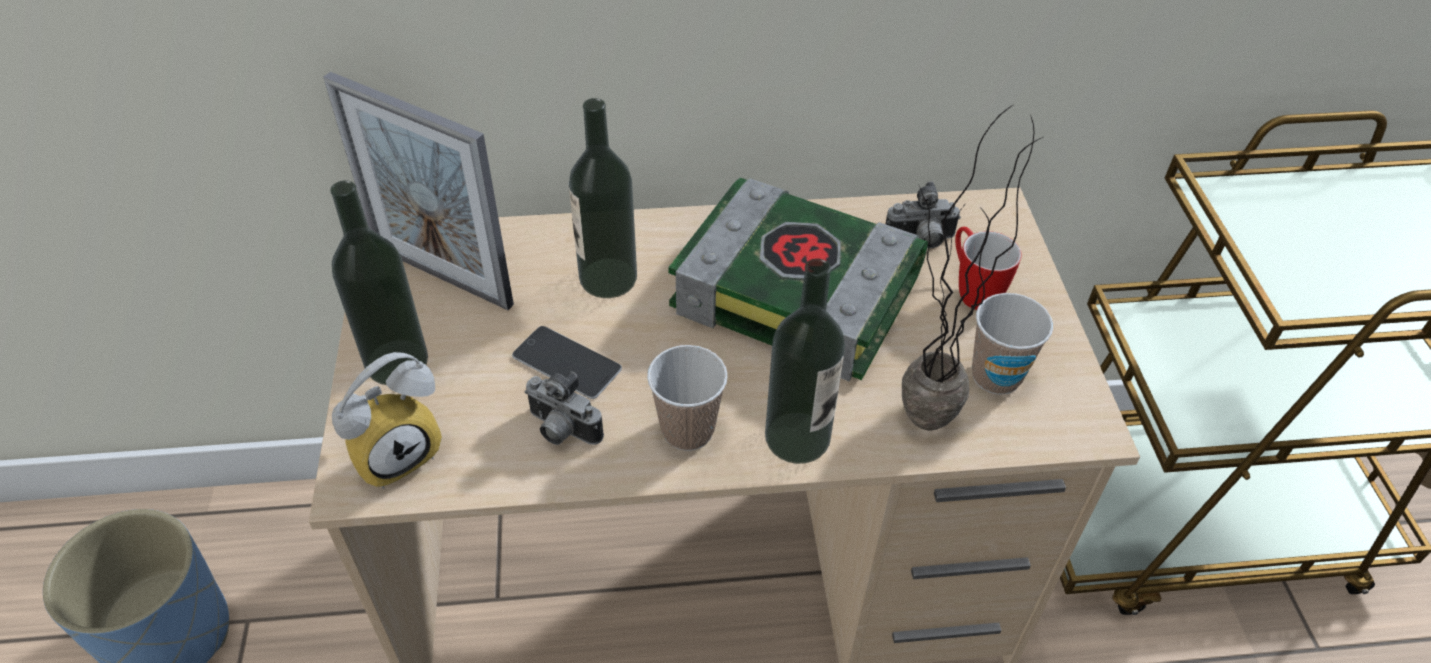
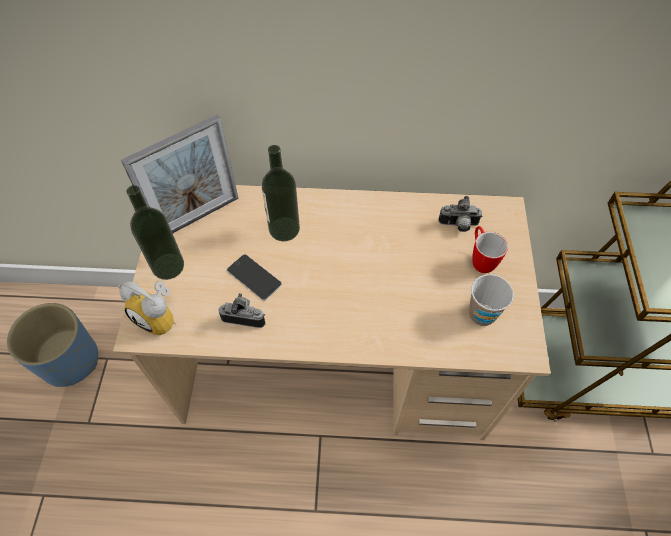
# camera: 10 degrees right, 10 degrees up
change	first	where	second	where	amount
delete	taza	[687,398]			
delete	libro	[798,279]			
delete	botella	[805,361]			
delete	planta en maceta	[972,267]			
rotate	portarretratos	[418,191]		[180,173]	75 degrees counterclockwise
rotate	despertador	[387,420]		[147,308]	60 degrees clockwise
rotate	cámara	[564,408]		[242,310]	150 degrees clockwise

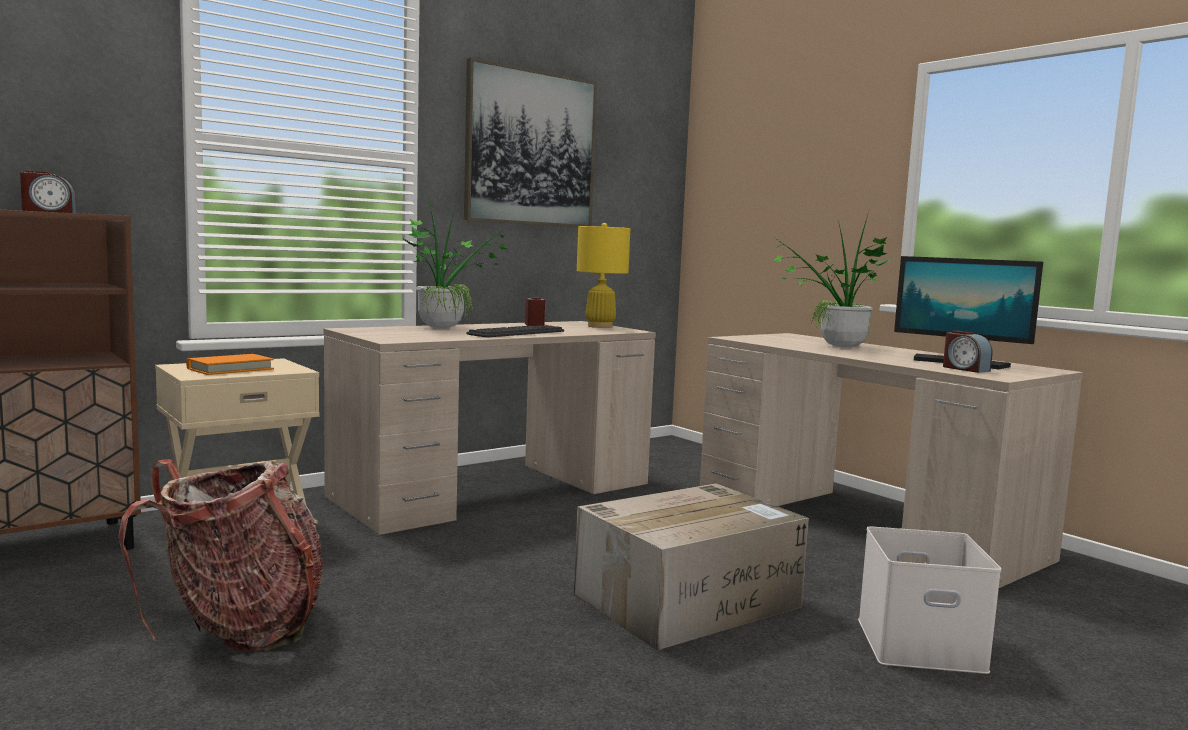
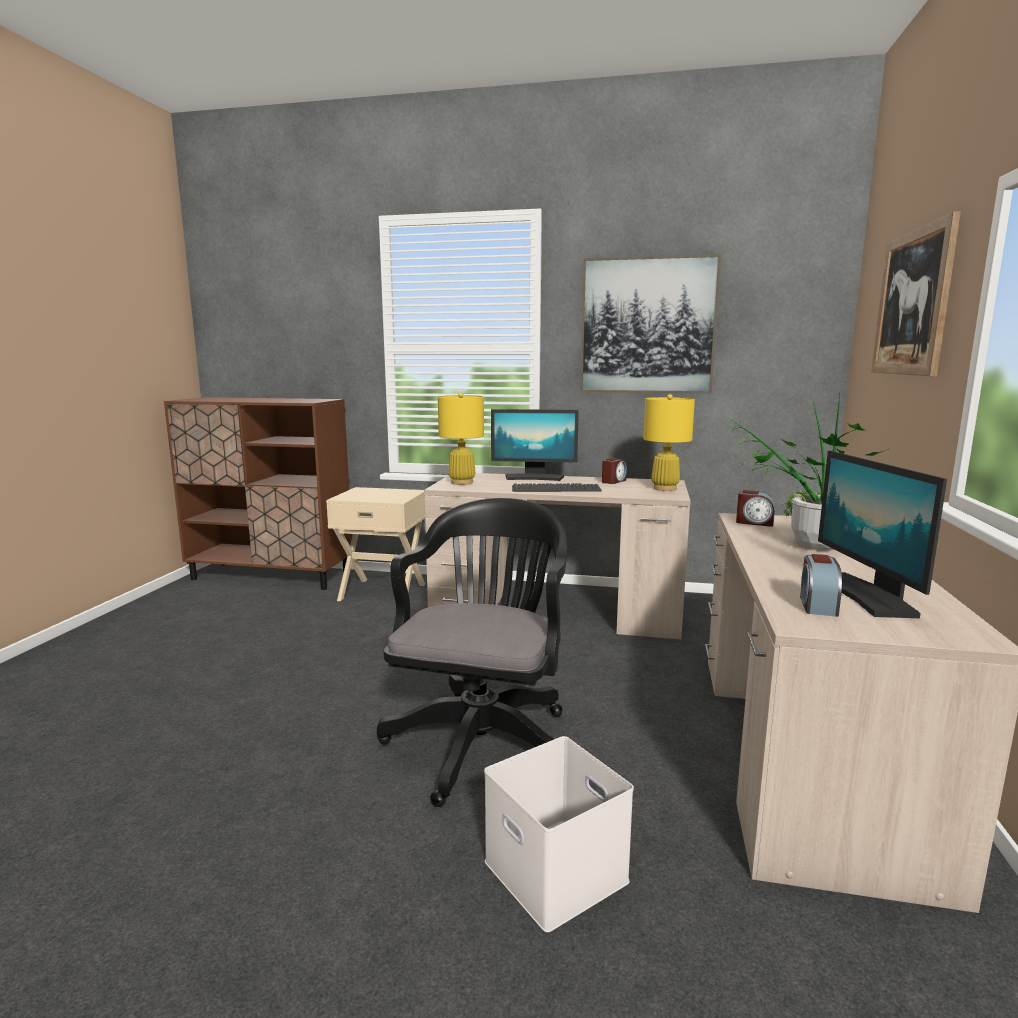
# camera: 50 degrees right, 5 degrees up
change	first	where	second	where	amount
delete	mochila	[220,555]			
delete	libro/naranja	[230,364]			
insert			lámpara de mesa/amarillo	[461,439]	
insert			cuadro	[916,293]	
move	despertador	[47,191]		[755,508]	
replace	planta en maceta	[455,262]	monitor	[535,445]	
replace	caja de cartón	[691,567]	silla de oficina/negro	[472,652]	

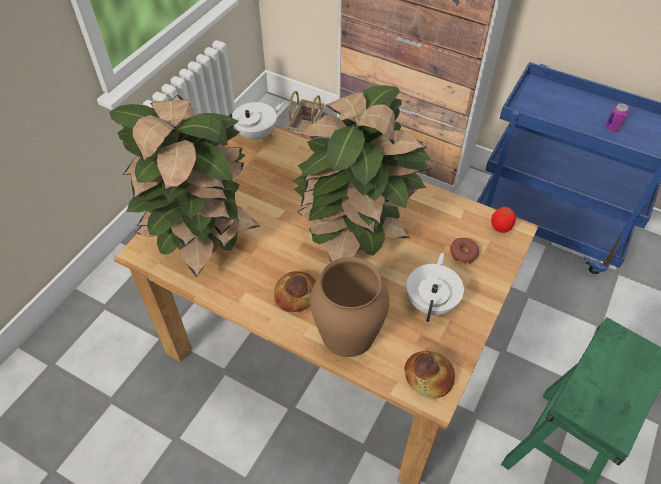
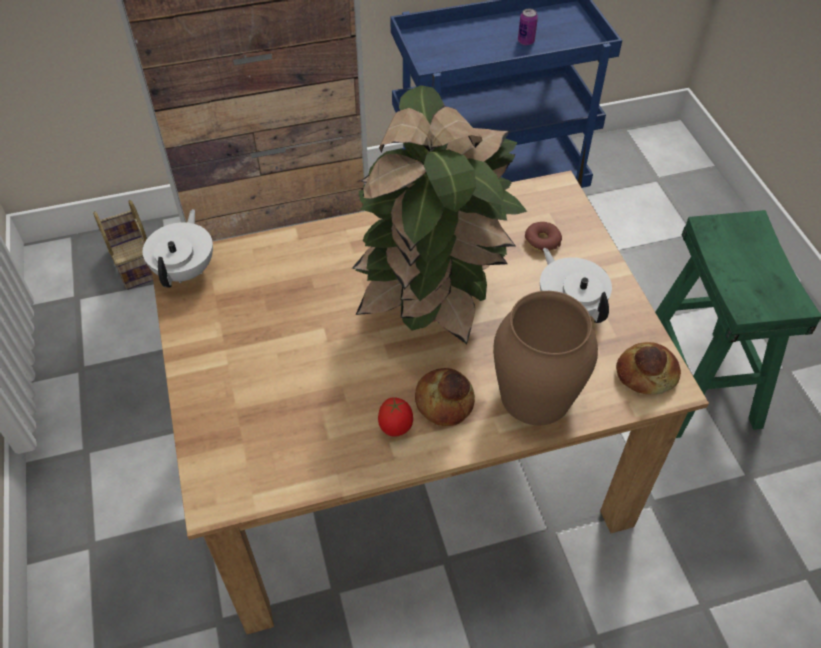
# camera: 45 degrees left, 0 degrees up
change	first	where	second	where	amount
delete	planta en maceta	[185,186]			
move	tomate	[503,220]		[395,417]	

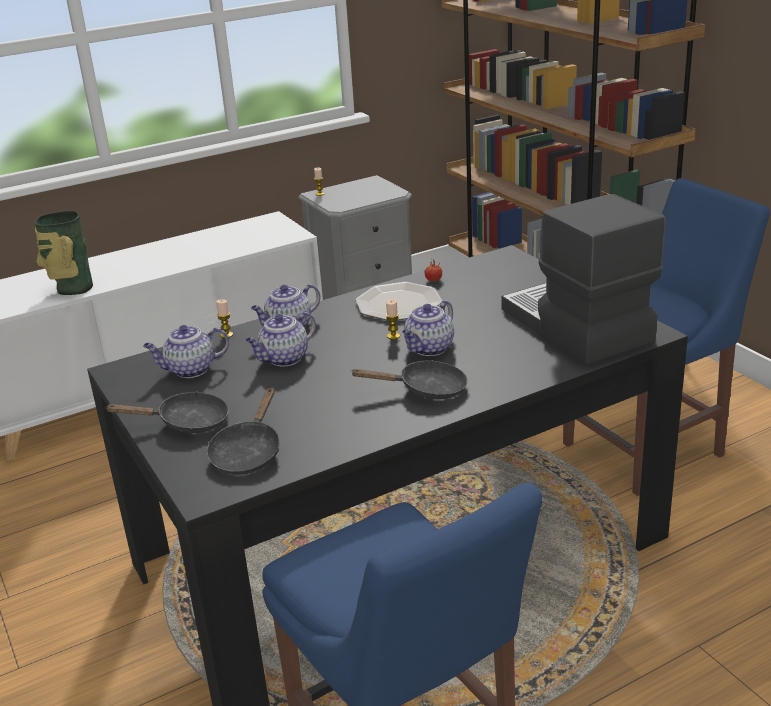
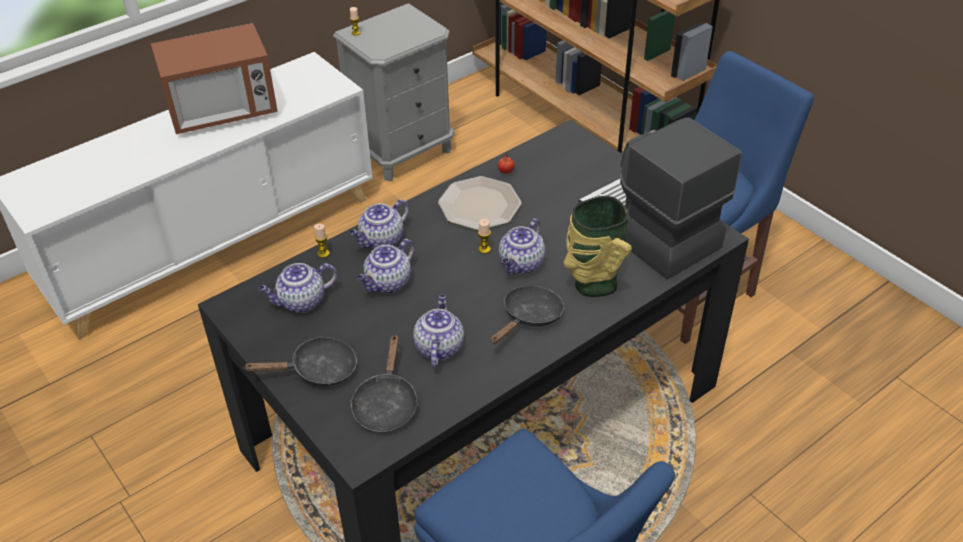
# camera: 10 degrees left, 15 degrees up
change	first	where	second	where	amount
insert			microondas	[214,78]	
insert			tetera	[438,330]	
move	florero	[64,252]		[598,246]	
rotate	sartén/negro	[409,379]		[527,314]	45 degrees counterclockwise

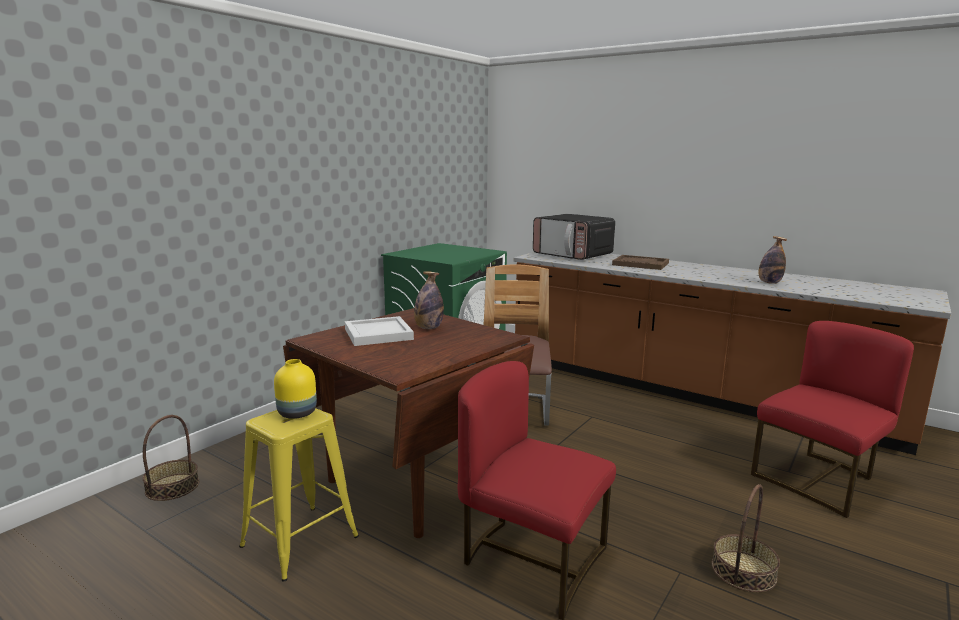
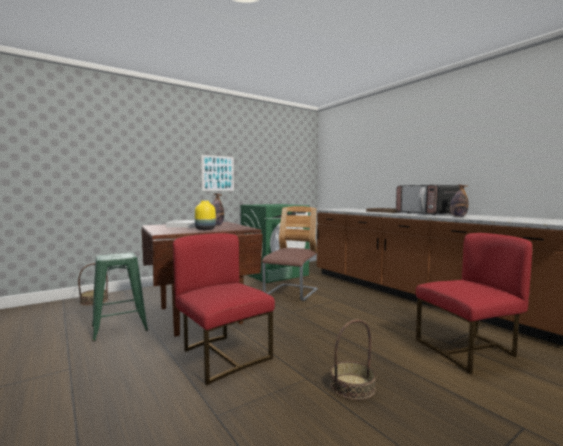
# camera: 20 degrees right, 10 degrees down
change	first	where	second	where	amount
insert			cuadro	[217,173]	
move	florero/amarillo	[295,389]		[205,215]	
move	microondas	[574,237]		[427,200]	
recolor	taburete/amarillo	[299,495]	taburete/verde	[120,297]	

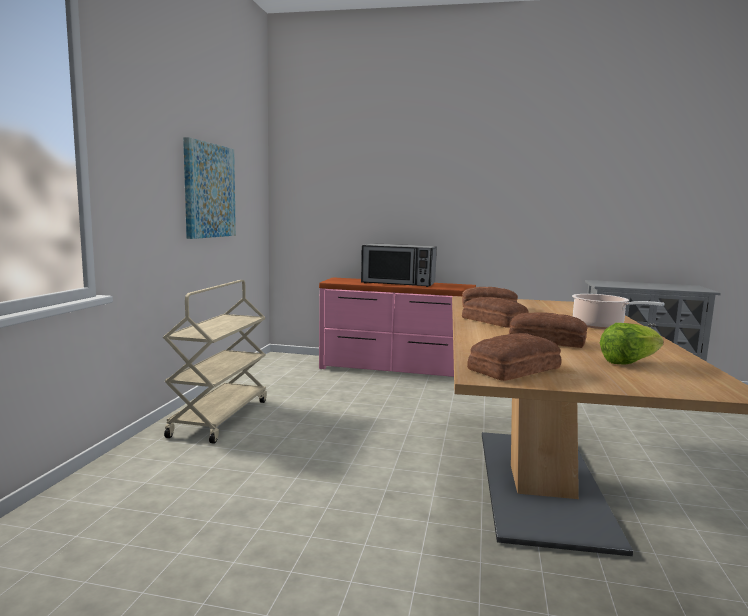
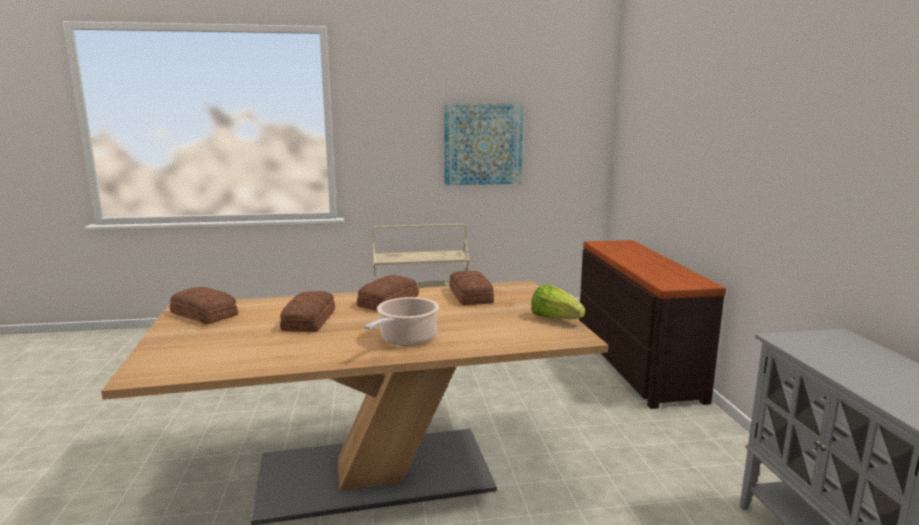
# camera: 70 degrees right, 5 degrees up
change	first	where	second	where	amount
delete	microondas	[399,265]			
move	lechuga	[632,344]		[558,302]	
recolor	cómoda/rosa	[397,327]	cómoda/marrón	[652,324]	

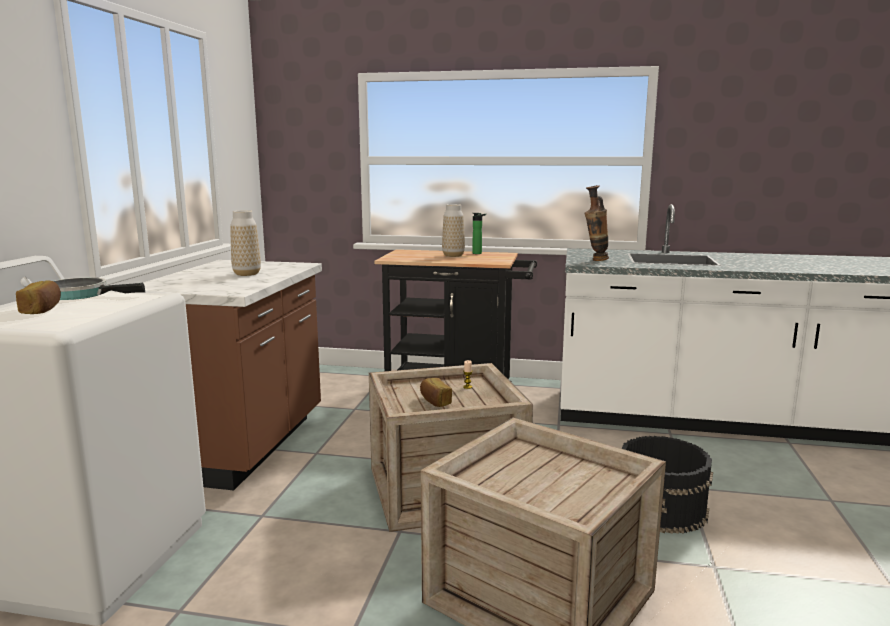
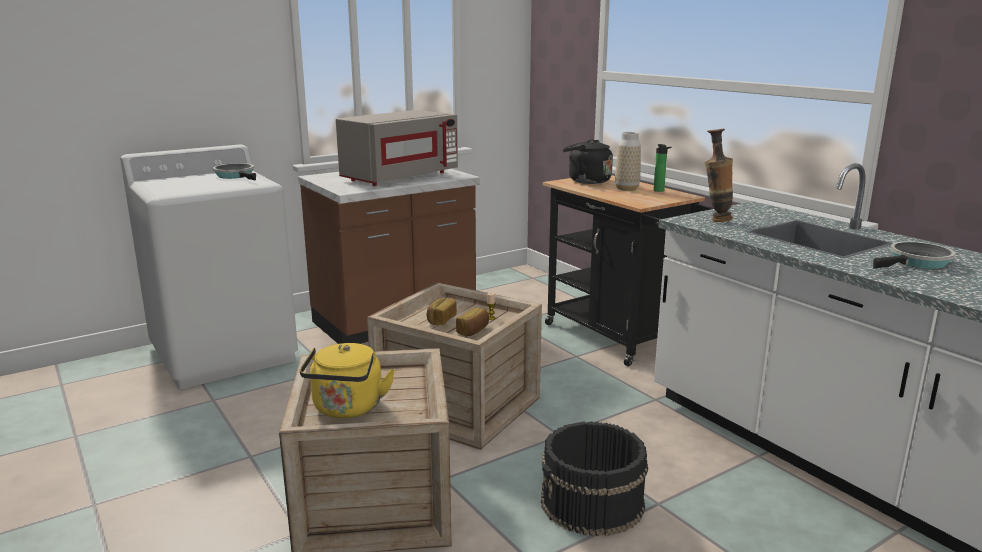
# camera: 45 degrees right, 5 degrees up
change	first	where	second	where	amount
insert			hervidor/amarillo	[347,380]	
insert			hervidor/negro	[587,161]	
insert			sartén	[914,255]	
move	pan	[38,297]		[472,321]	
replace	florero	[245,243]	microondas/gris	[397,148]	

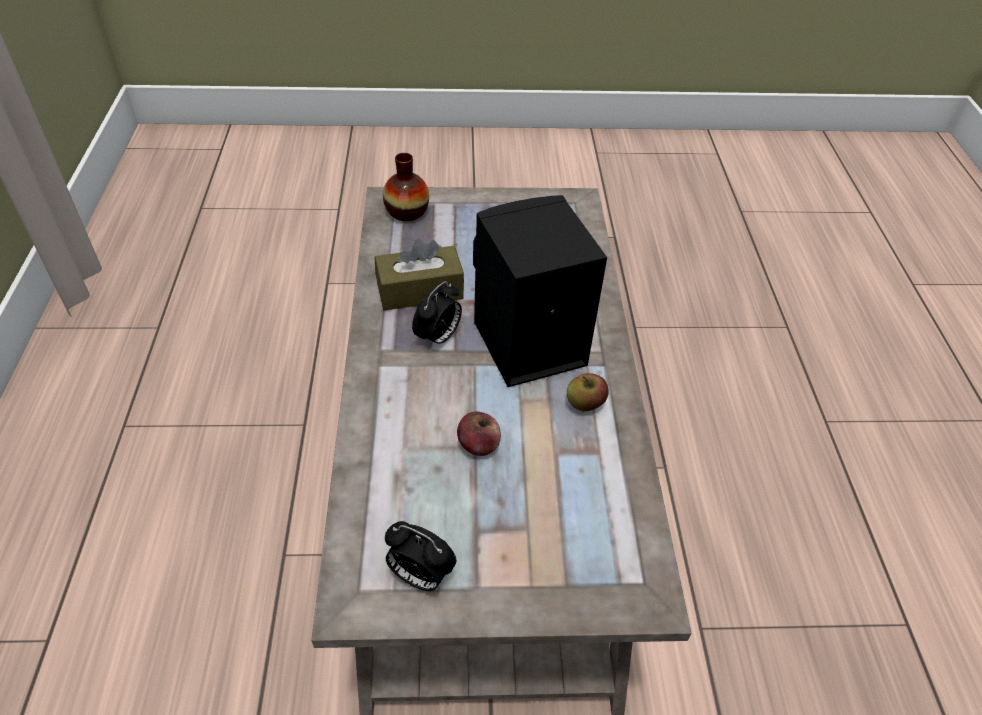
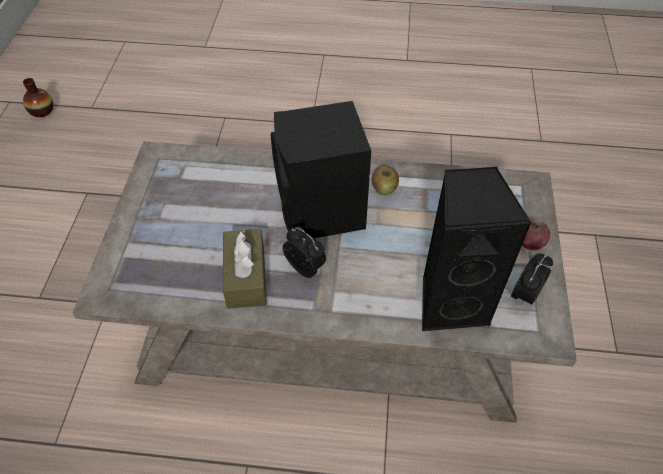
# camera: 80 degrees left, 5 degrees up
change	first	where	second	where	amount
insert			altavoz/negro	[477,249]	
move	florero	[406,187]		[38,97]	
move	manzana	[479,434]		[536,235]	

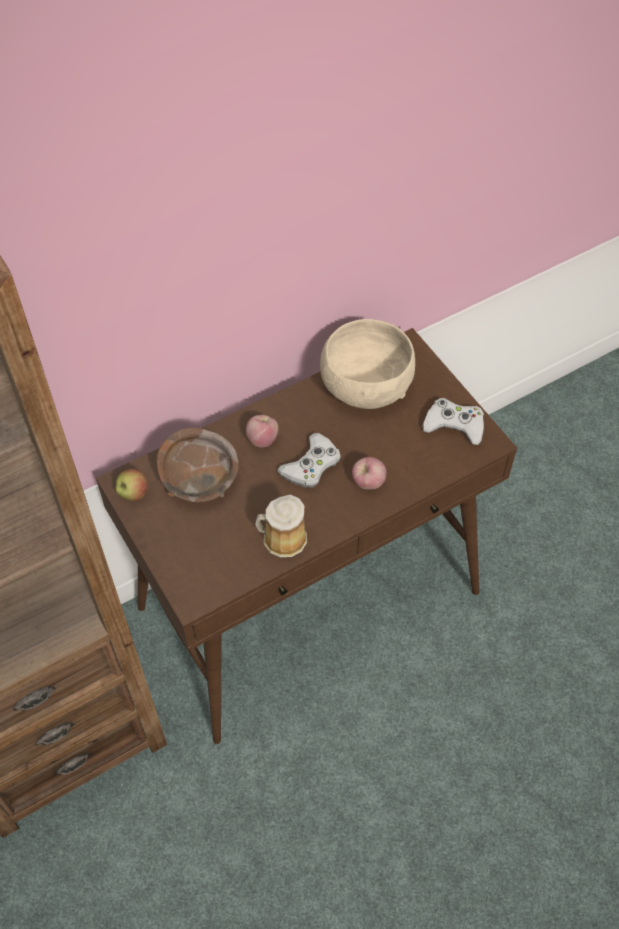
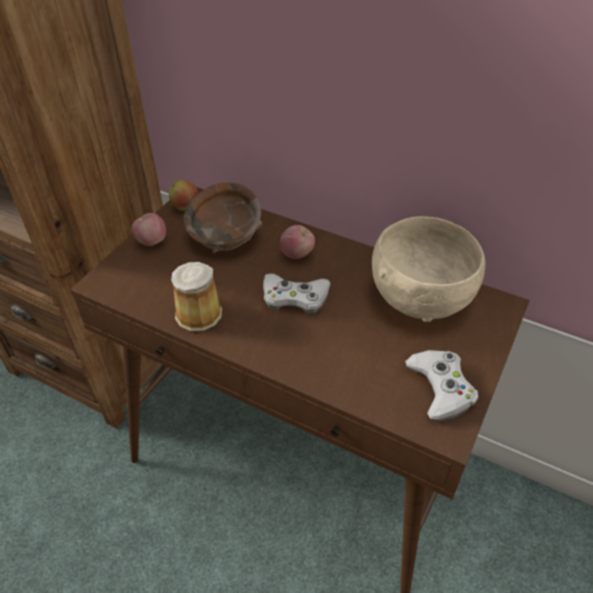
# camera: 60 degrees right, 10 degrees down
change	first	where	second	where	amount
move	manzana	[369,473]		[149,229]	

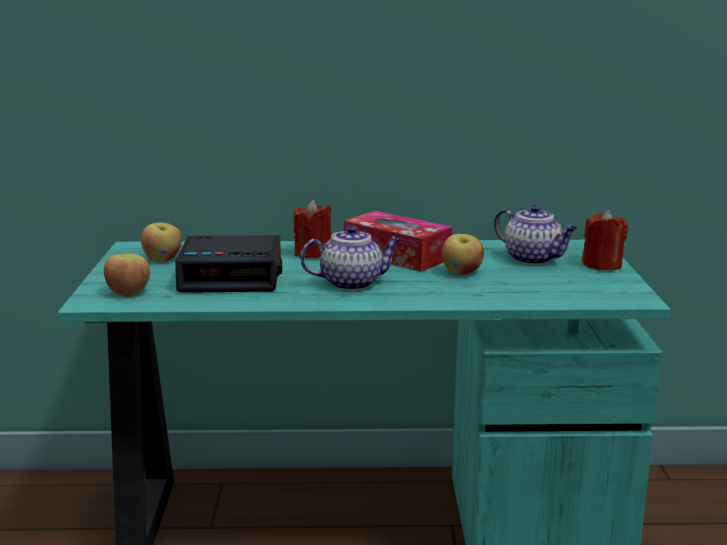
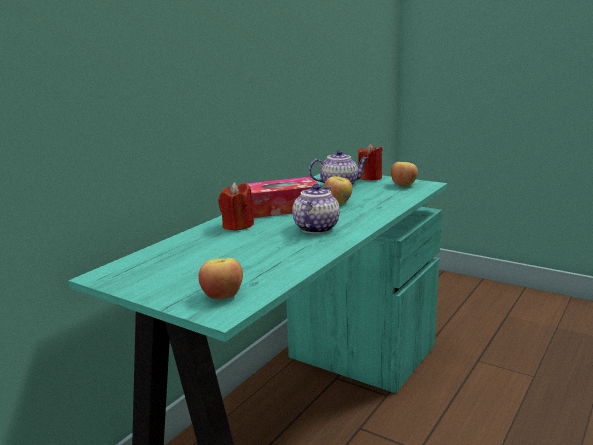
# camera: 55 degrees left, 0 degrees up
change	first	where	second	where	amount
delete	despertador	[228,264]			
move	manzana	[161,242]		[404,174]	

